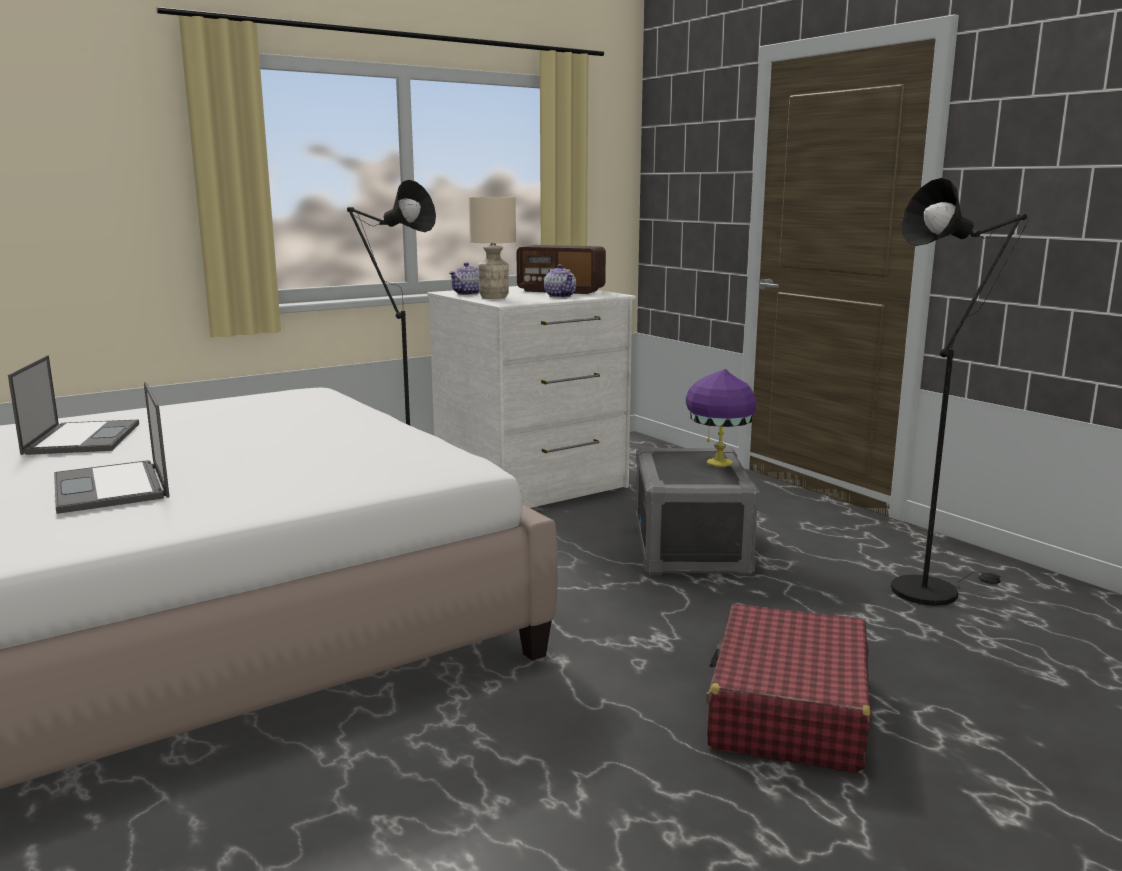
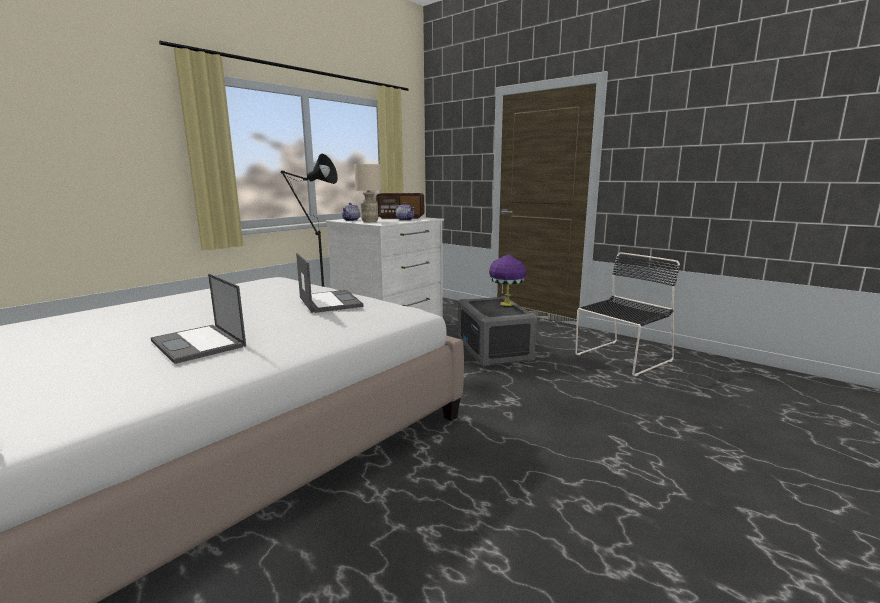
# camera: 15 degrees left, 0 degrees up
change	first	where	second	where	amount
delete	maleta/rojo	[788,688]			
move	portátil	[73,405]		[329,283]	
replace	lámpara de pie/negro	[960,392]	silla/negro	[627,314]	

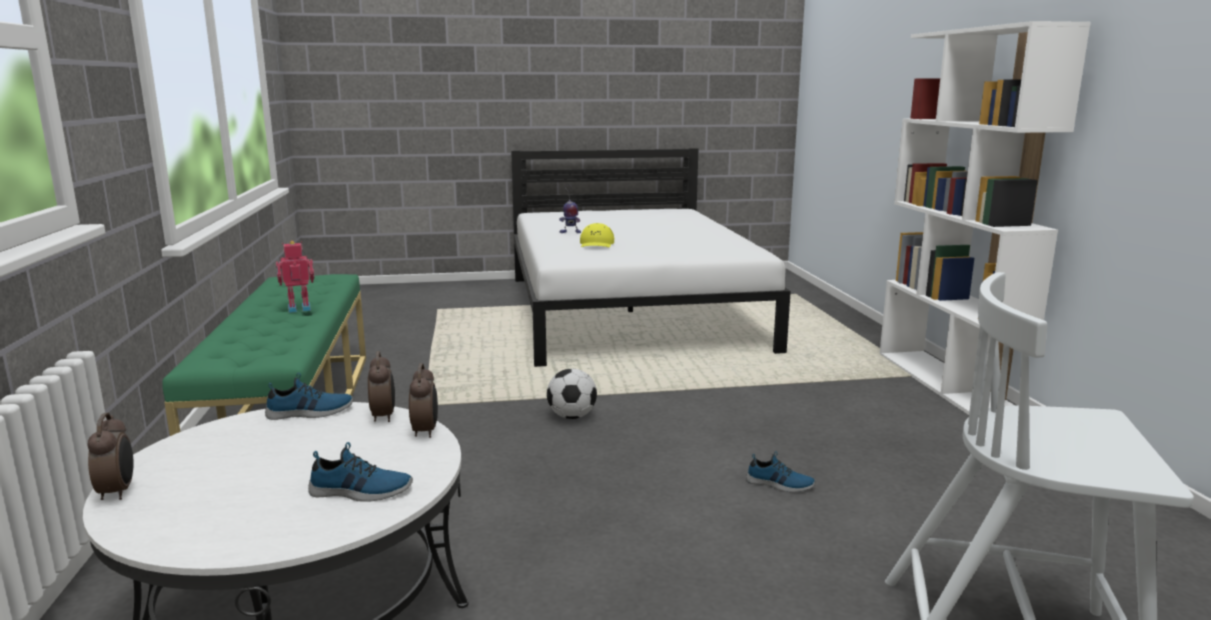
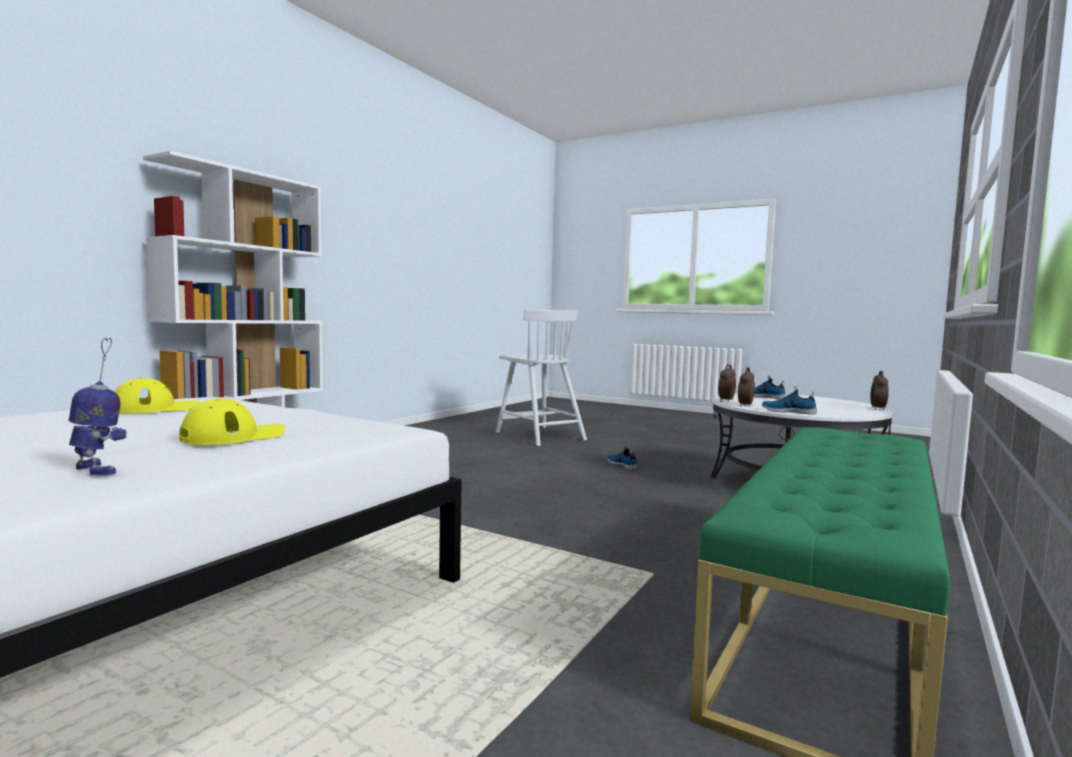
# camera: 140 degrees left, 10 degrees down
change	first	where	second	where	amount
delete	robot de juguete	[295,277]			
delete	balón de fútbol	[572,394]			
insert			gorra/amarillo	[157,395]	
move	zapato	[780,471]		[623,458]	

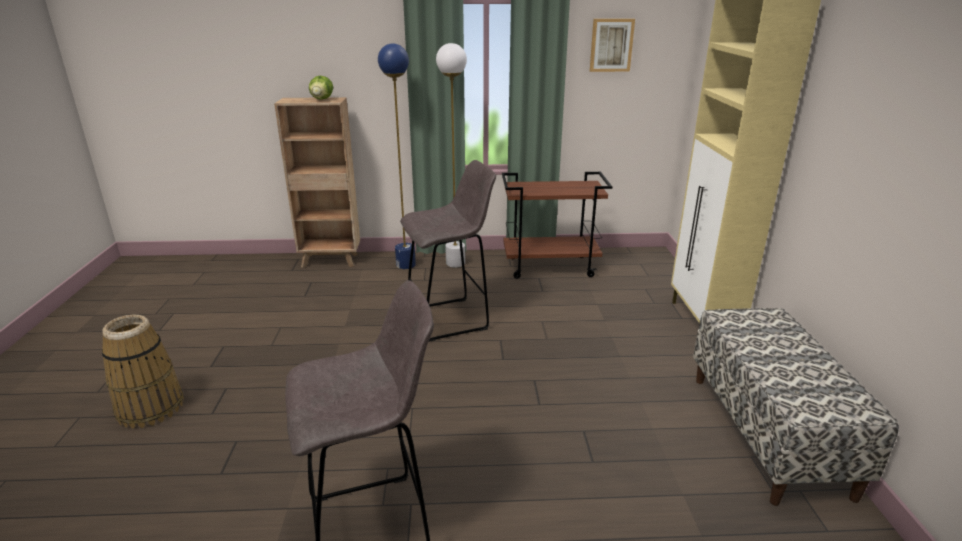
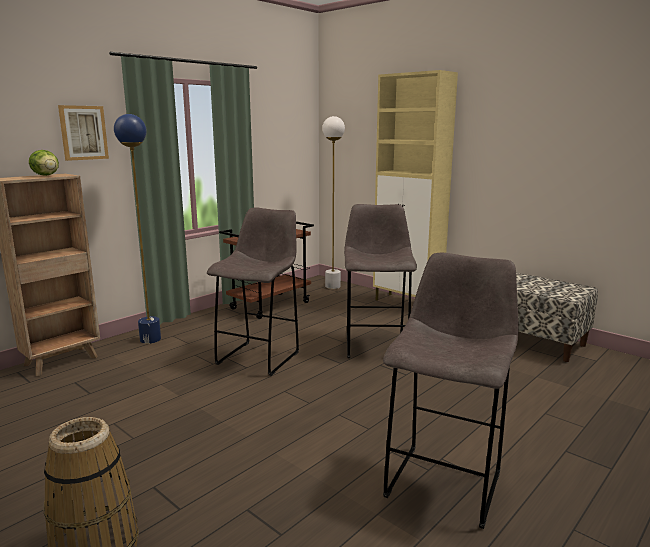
# camera: 45 degrees left, 10 degrees down
change	first	where	second	where	amount
insert			taburete/gris	[380,281]	
move	lámpara de pie/blanco	[451,155]		[333,202]	
move	cuadro	[612,45]		[83,133]	

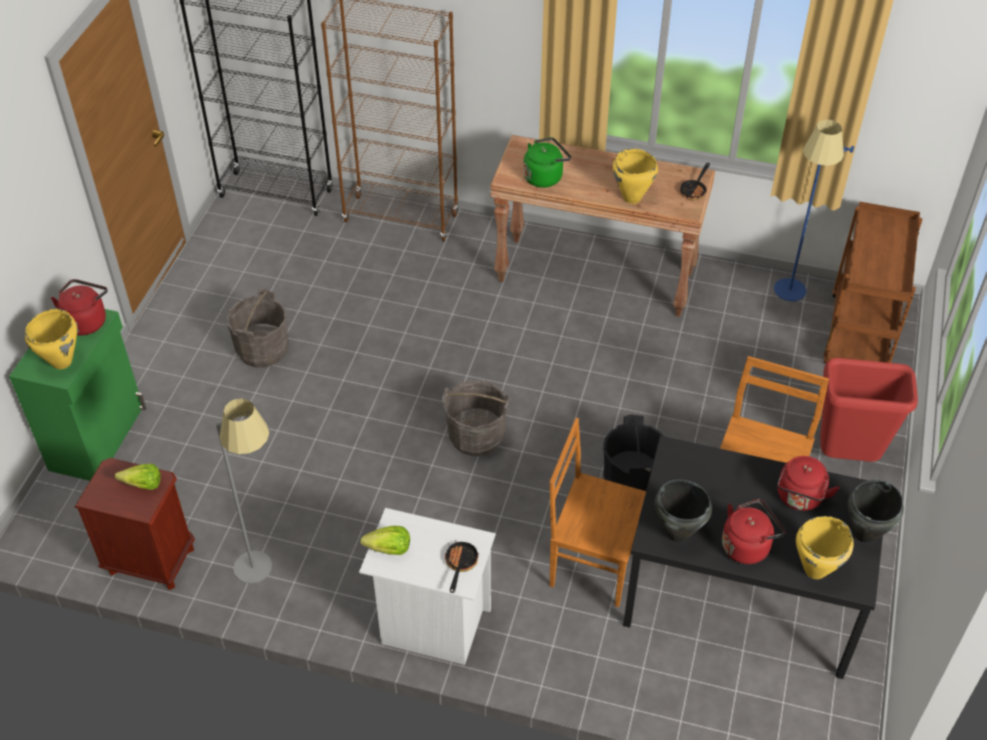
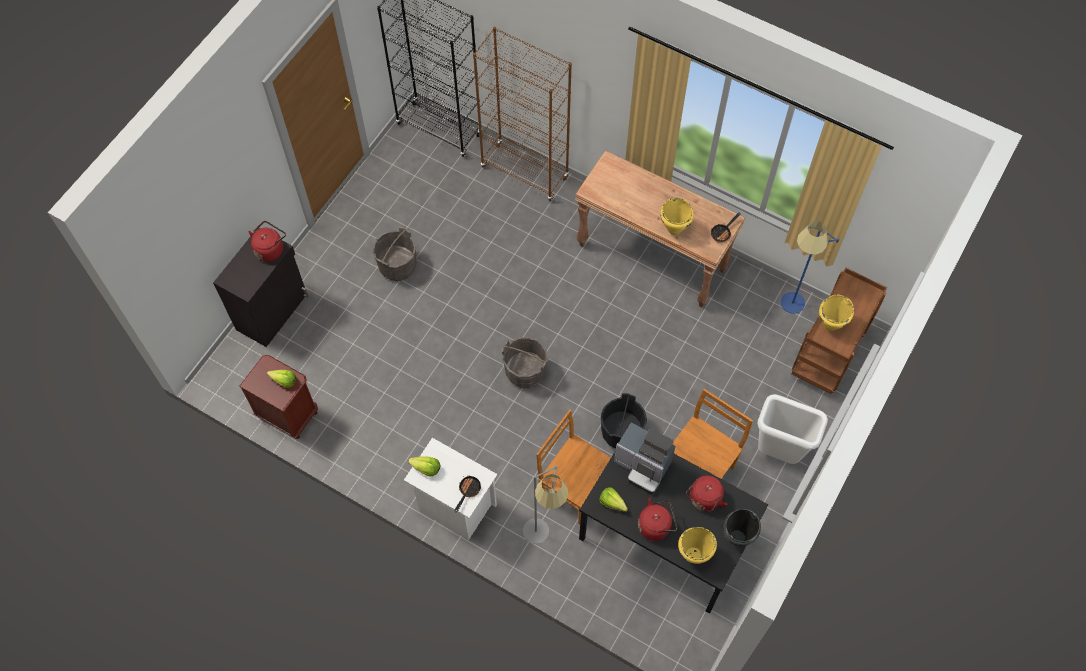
# camera: 15 degrees right, 15 degrees up
change	first	where	second	where	amount
delete	hervidor/verde	[547,162]			
insert			cafetera	[645,458]	
move	olla/amarillo	[51,339]		[836,313]	
move	lámpara de pie/gris	[244,490]		[545,504]	
replace	olla/negro	[683,510]	lechuga	[613,499]	
recolor	armario/verde	[78,394]	armario/negro	[261,287]	
recolor	papelera/rojo	[869,410]	papelera/blanco	[792,429]	

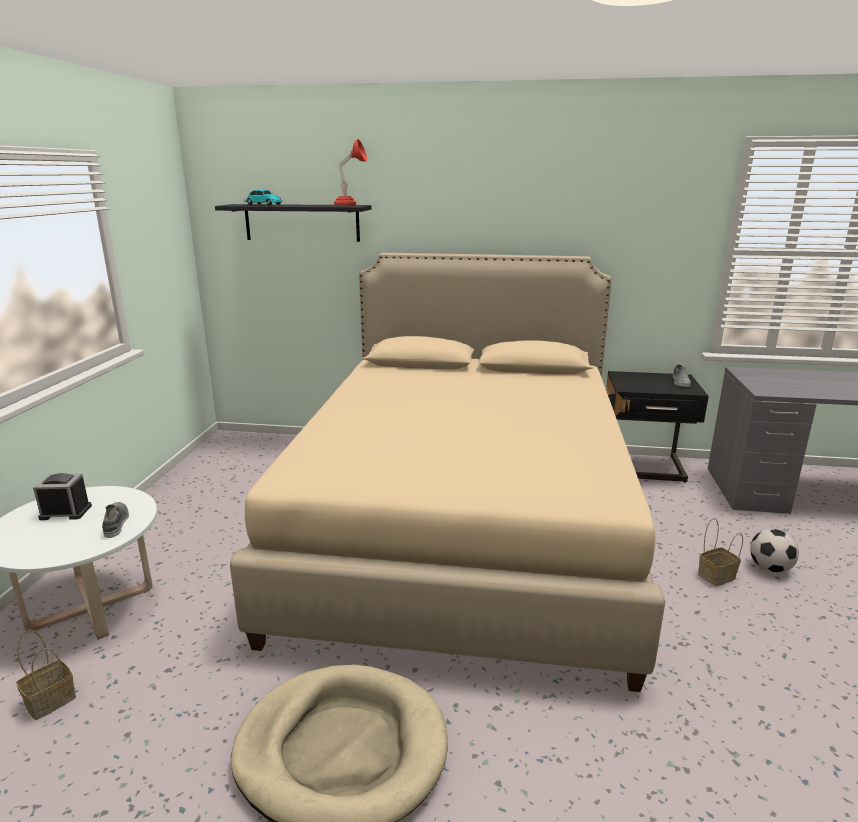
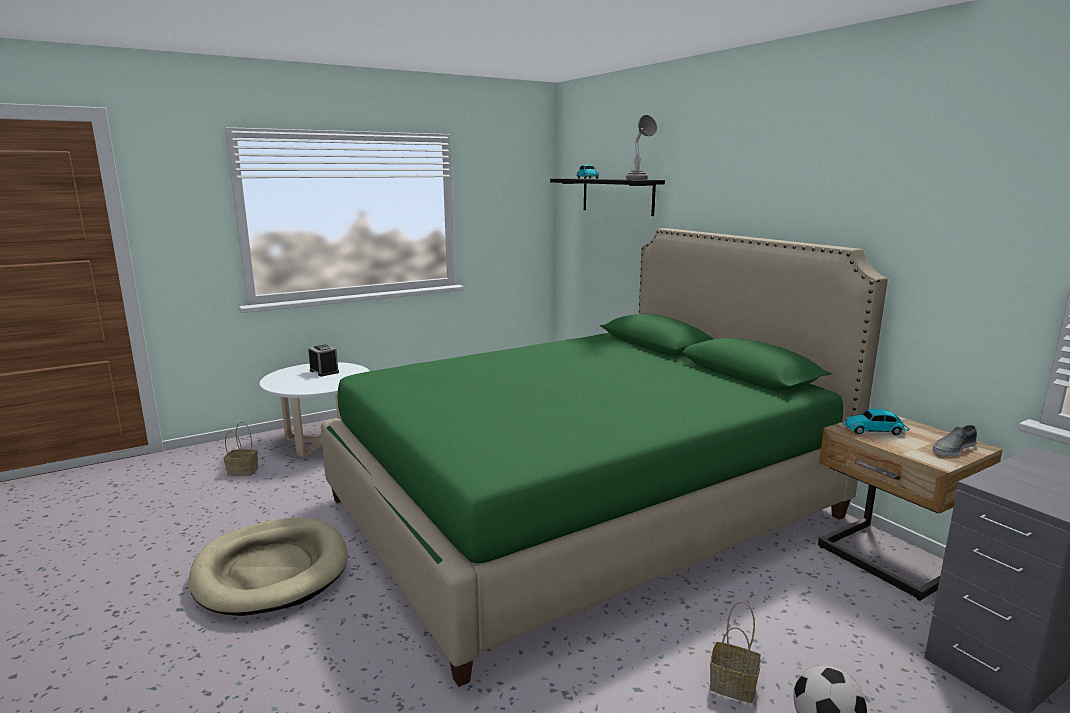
# camera: 50 degrees right, 5 degrees down
change	first	where	second	where	amount
delete	zapato/gris	[115,520]			
insert			coche de juguete	[876,422]	
recolor	cama/beis	[448,472]	cama/verde	[604,457]	
recolor	lámpara de mesa/rojo	[350,172]	lámpara de mesa/gris	[641,147]	
recolor	mesita de noche/negro	[657,427]	mesita de noche/beis	[910,508]	

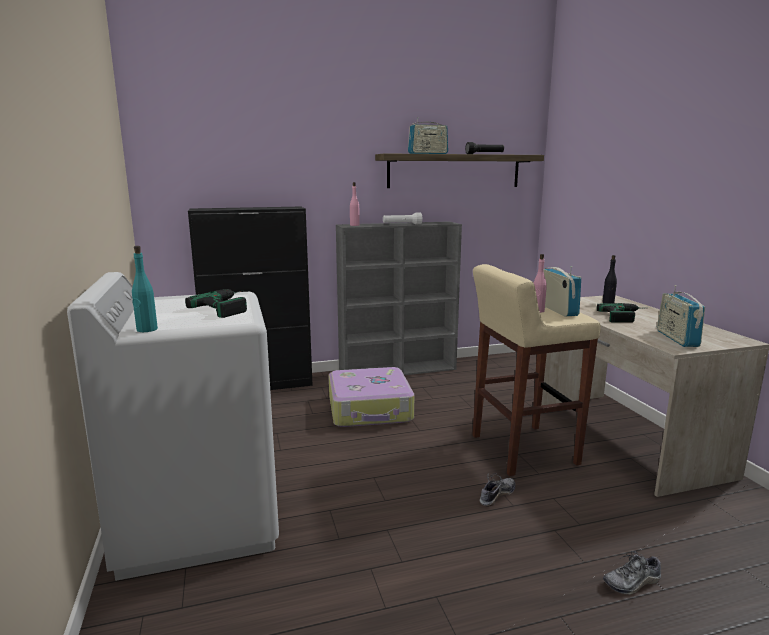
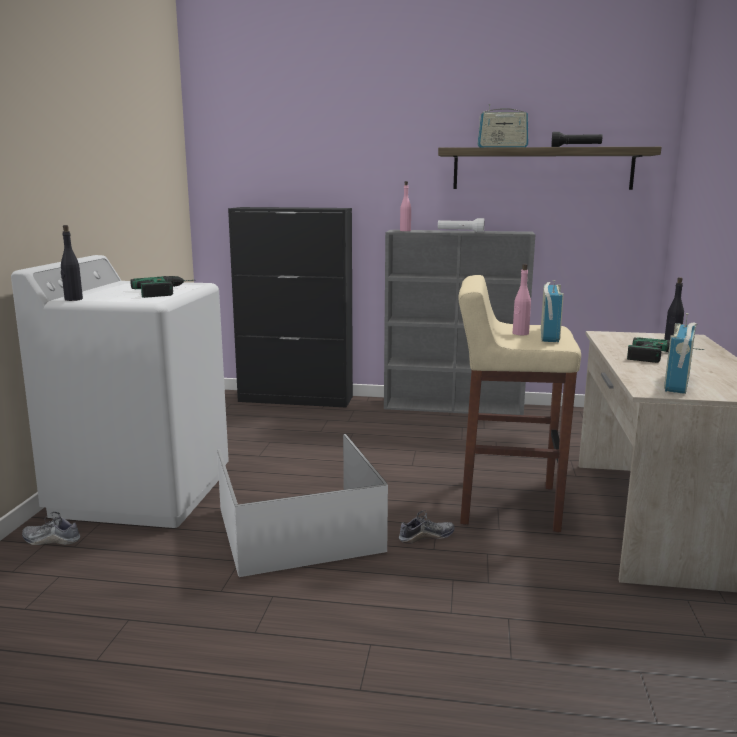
# camera: 25 degrees right, 0 degrees up
change	first	where	second	where	amount
delete	maleta	[371,397]			
insert			caja de almacenaje/blanco	[302,505]	
move	zapato	[632,573]		[51,528]	
recolor	botella/turquesa	[145,289]	botella/negro	[72,263]	

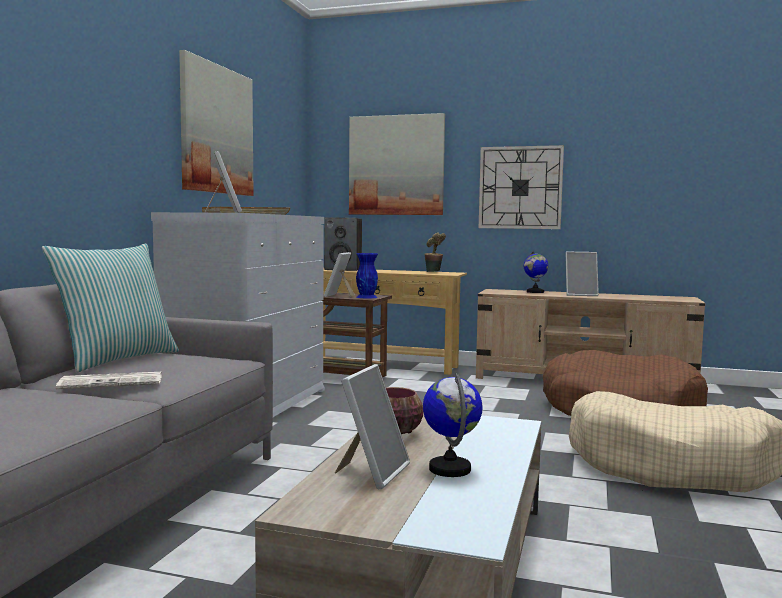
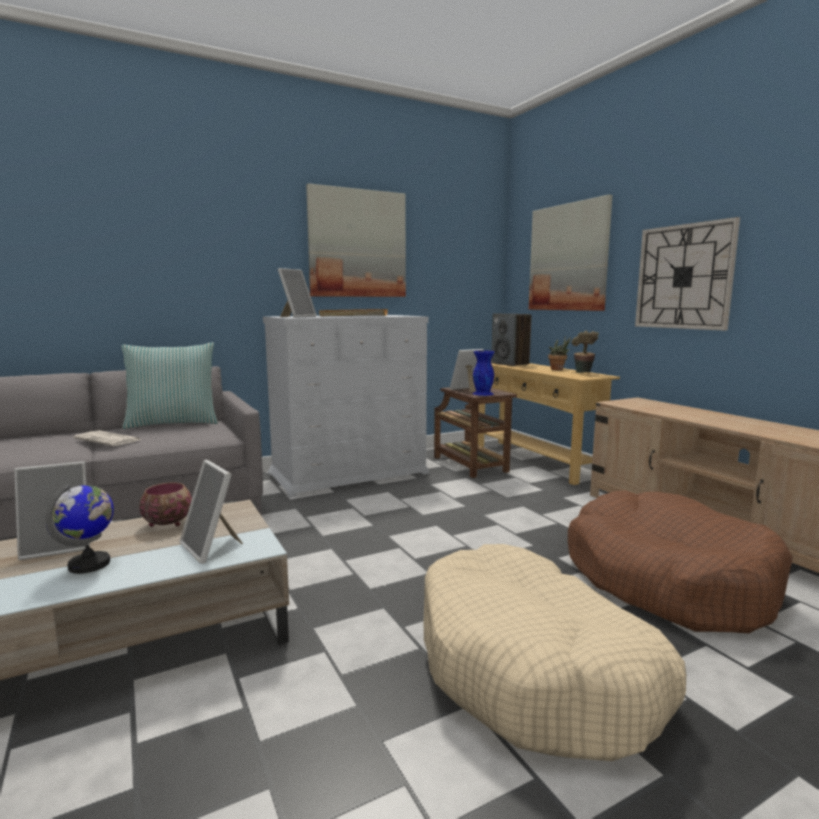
# camera: 45 degrees right, 5 degrees up
change	first	where	second	where	amount
delete	globo terráqueo	[536,271]			
insert			planta en maceta	[559,353]	
move	portarretratos	[582,274]		[211,512]	

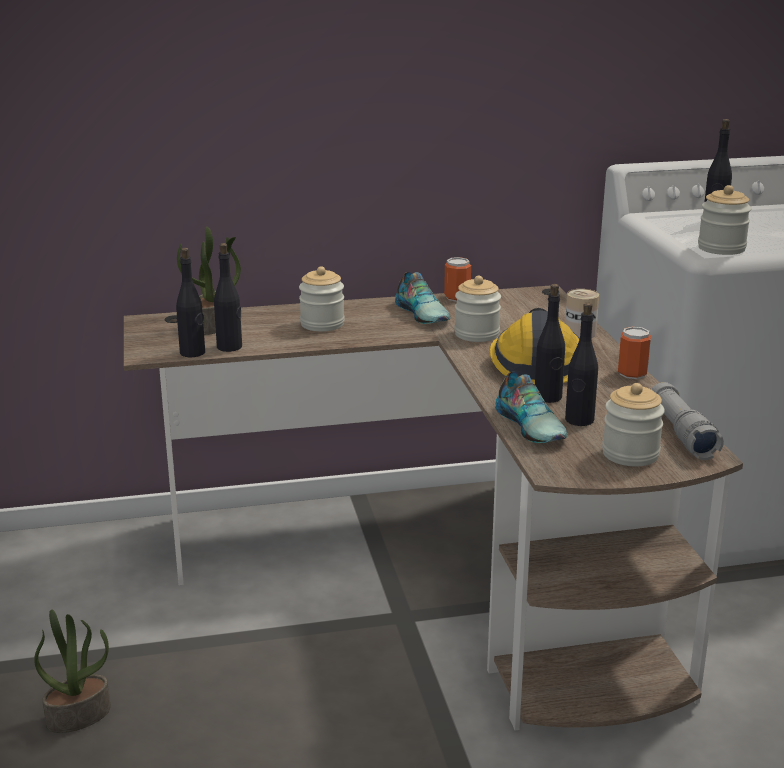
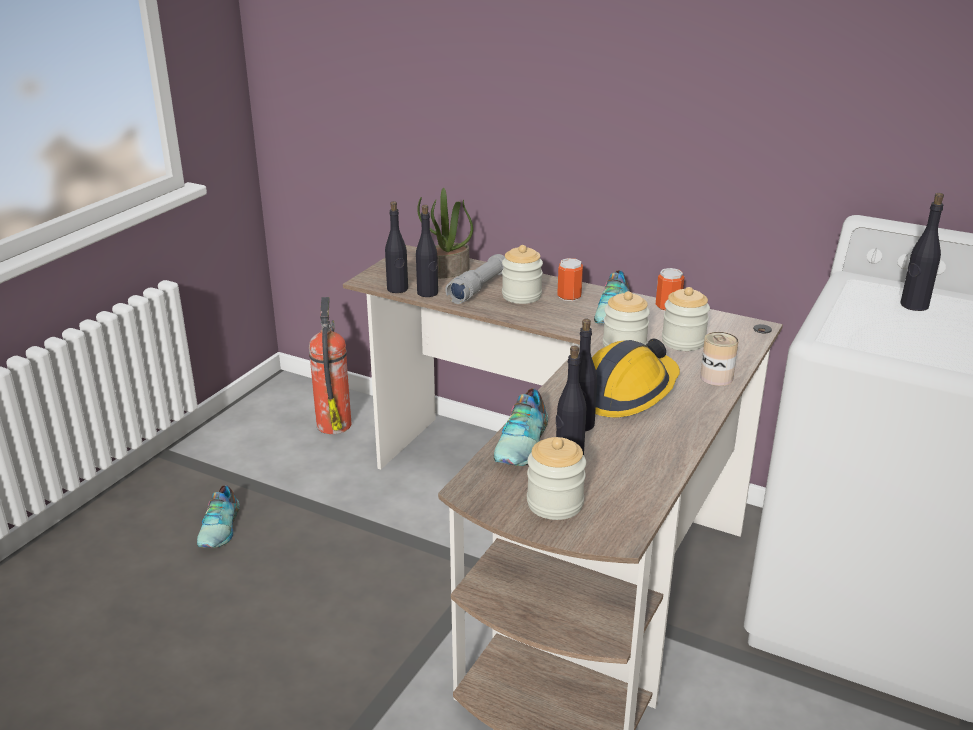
# camera: 40 degrees right, 5 degrees up
change	first	where	second	where	amount
insert			extintor	[330,365]	
move	lata	[634,353]		[570,279]	
move	linterna/gris	[687,421]		[475,279]	
move	tarro	[725,220]		[686,319]	
replace	planta en maceta	[72,671]	zapato	[218,516]	

